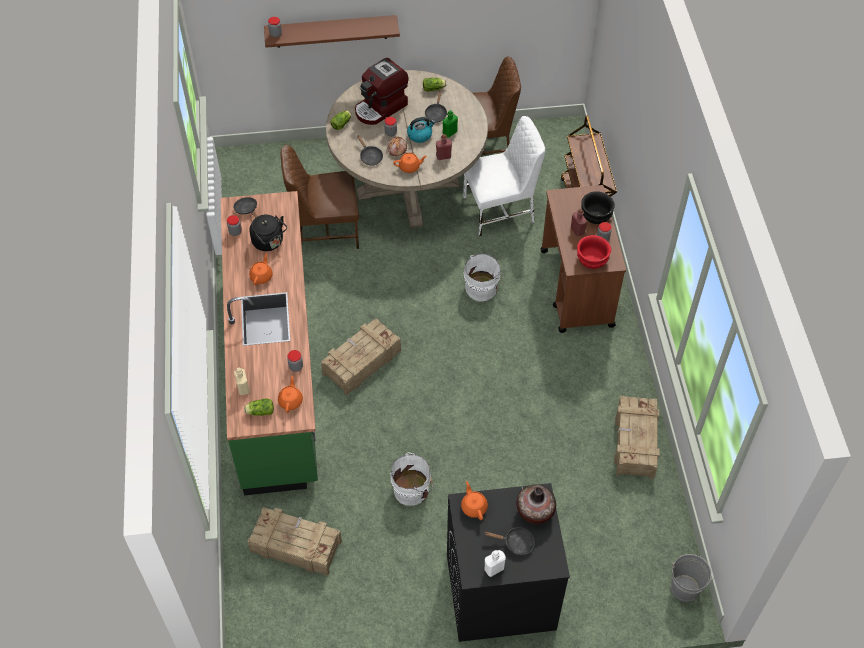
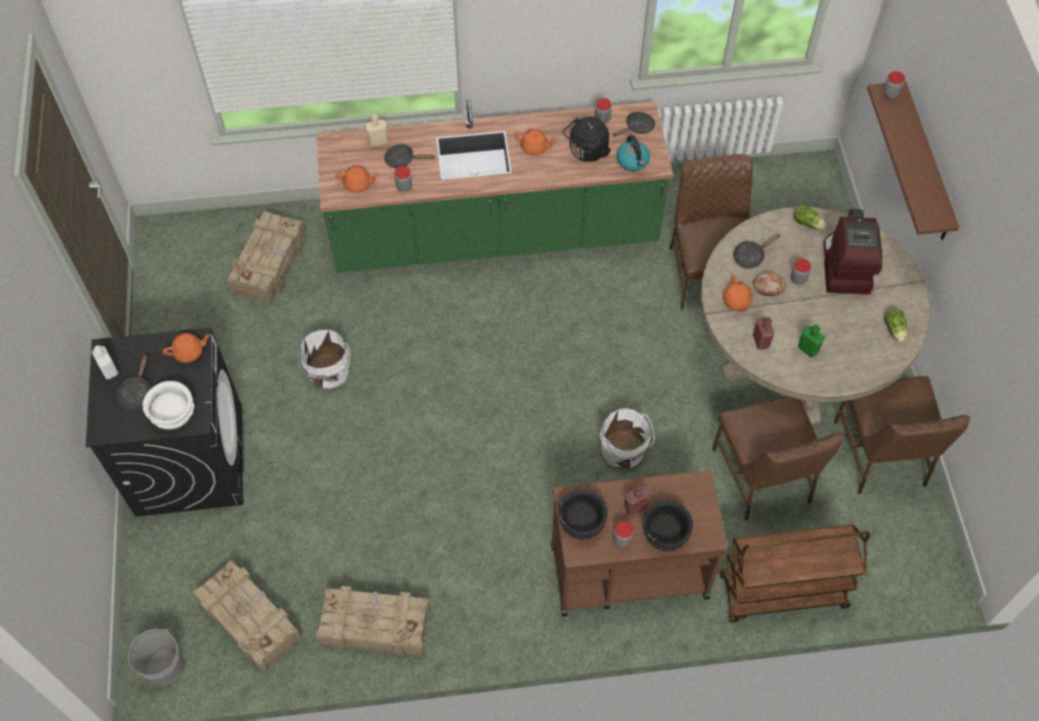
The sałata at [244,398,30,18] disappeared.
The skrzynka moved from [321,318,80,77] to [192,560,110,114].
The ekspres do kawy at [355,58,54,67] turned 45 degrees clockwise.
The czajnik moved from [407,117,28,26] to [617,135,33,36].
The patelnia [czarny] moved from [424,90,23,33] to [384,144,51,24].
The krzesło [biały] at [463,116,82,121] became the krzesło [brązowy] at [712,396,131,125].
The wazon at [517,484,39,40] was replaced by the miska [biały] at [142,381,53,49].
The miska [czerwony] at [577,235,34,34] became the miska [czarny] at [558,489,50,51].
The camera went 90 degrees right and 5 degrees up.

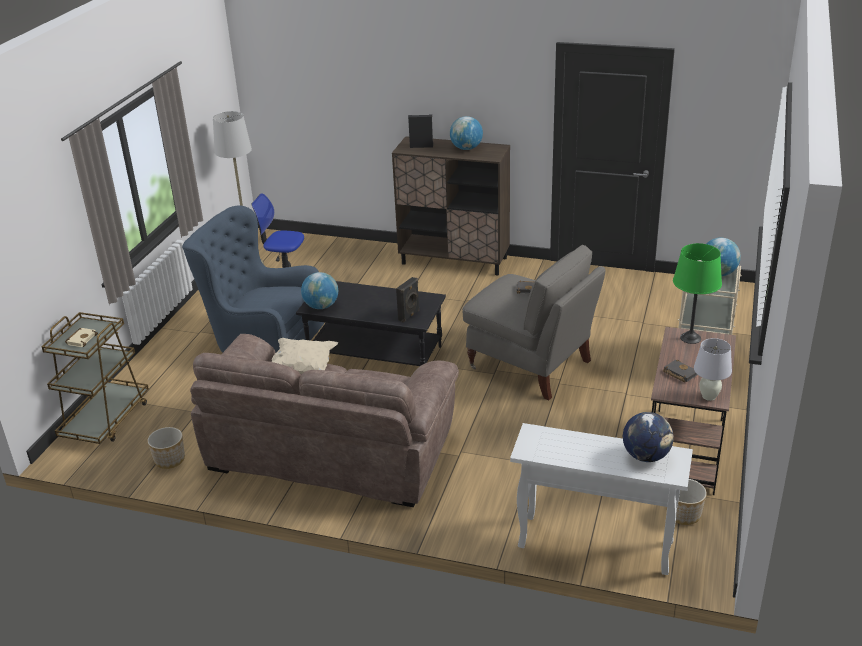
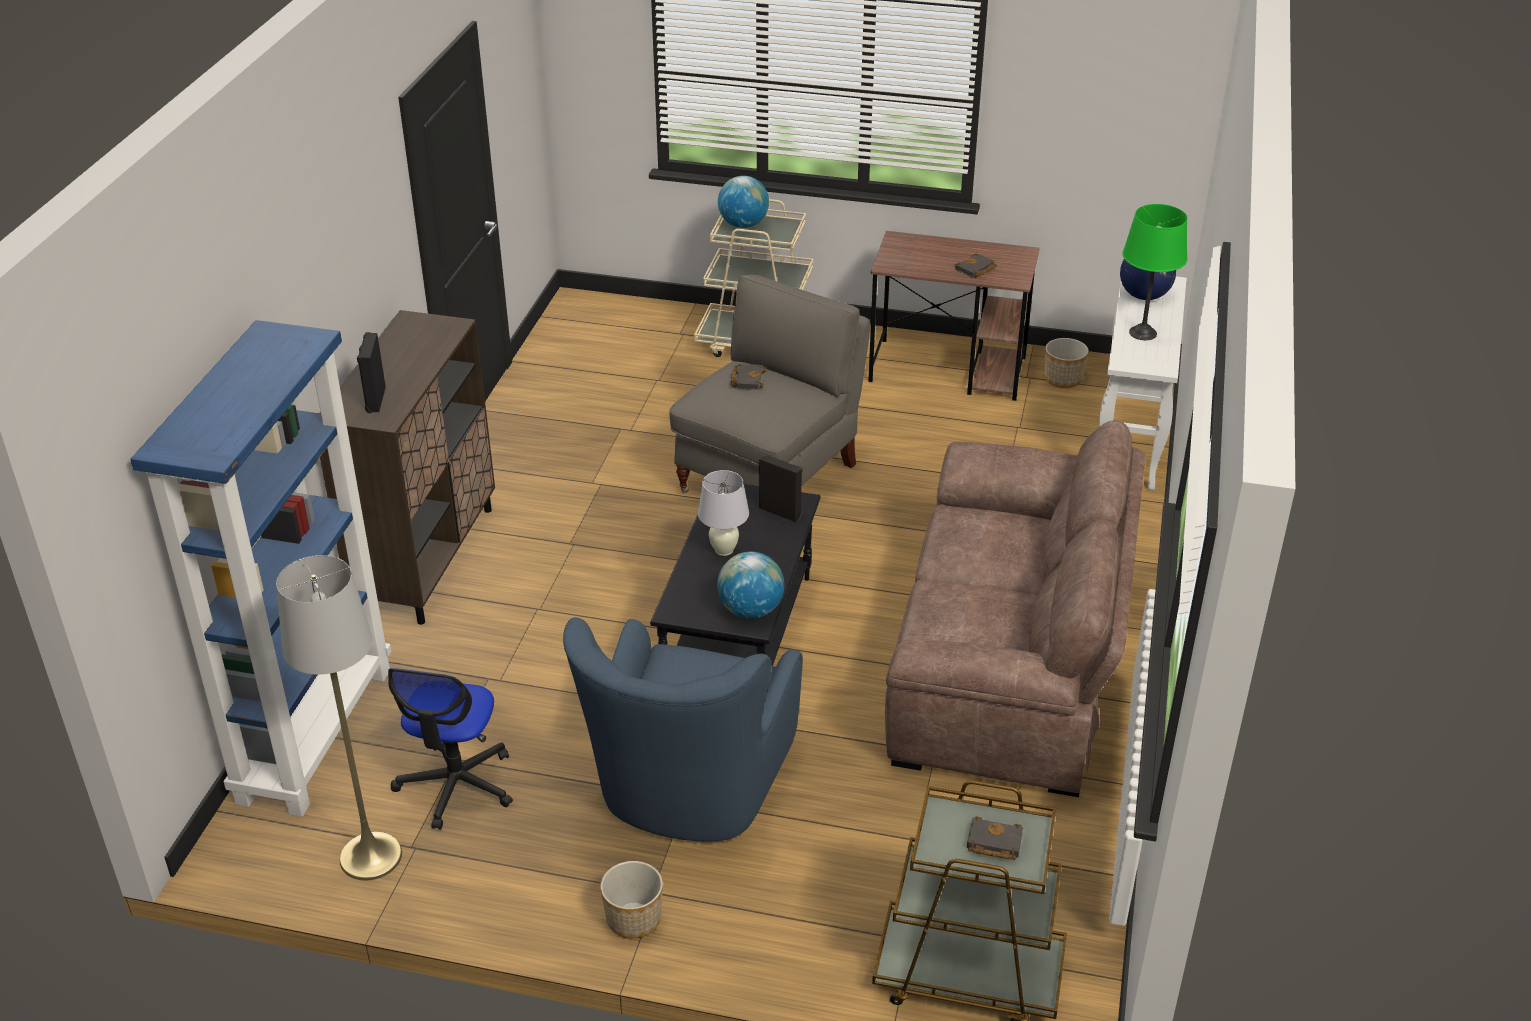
The książka [beżowy] at [65,328,33,19] became the książka [czarny] at [967,816,56,44].
The donica moved from [148,427,37,42] to [600,861,63,78].
The poduszka [beżowy] at [272,338,66,36] disappeared.
The globus at [450,116,33,34] disappeared.
The lampa stołowa [zielony] moved from [673,243,49,101] to [1122,204,65,136].
The lampa stołowa [biały] moved from [694,338,38,63] to [698,470,51,86].
The regał [niebieski] at [130,320,262,497] appeared.
The camera went 95 degrees left and 5 degrees up.

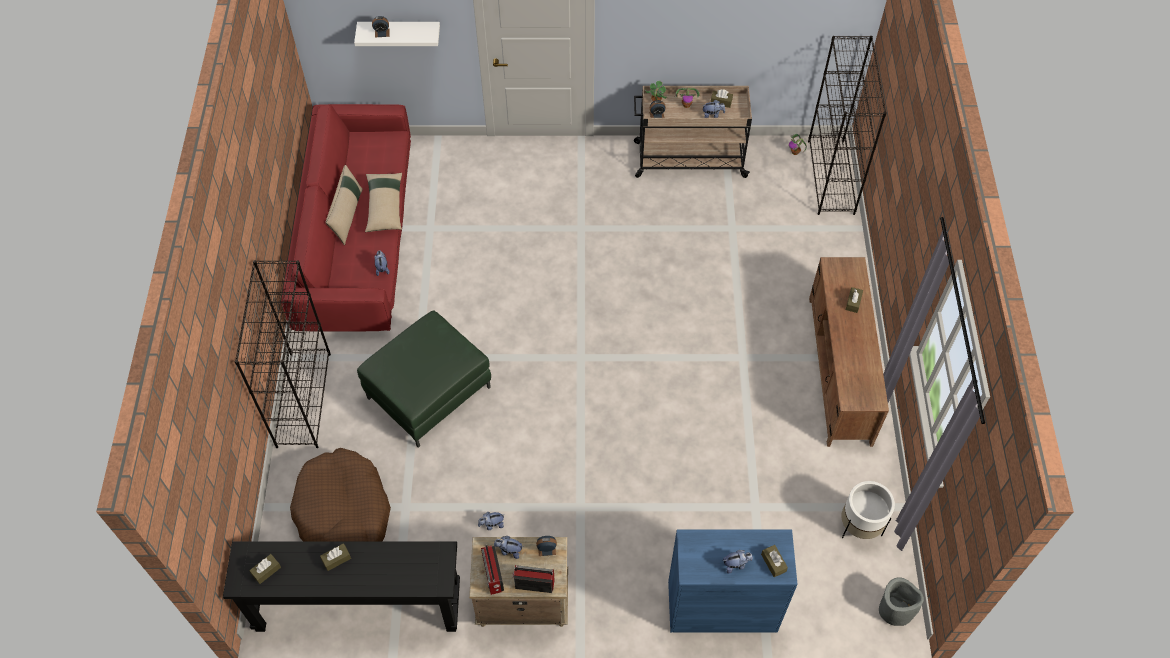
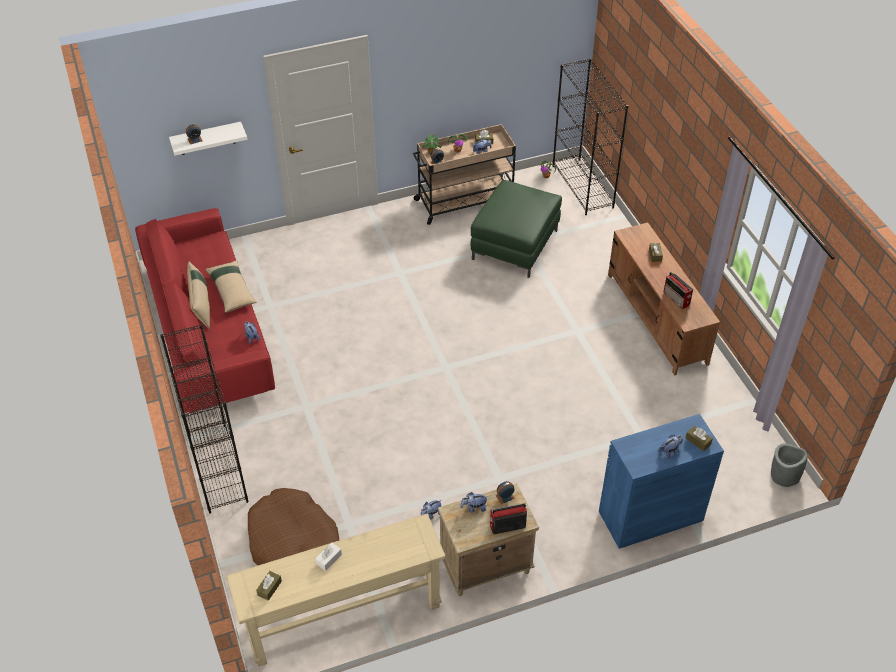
The stolik konsolowy [czarny] at [223,542,237,90] became the stolik konsolowy [beżowy] at [227,513,219,154].
The pudełko chusteczek [brązowy] at [320,543,31,28] became the pudełko chusteczek [biały] at [315,542,27,29].
The pufa [zielony] moved from [357,310,134,138] to [471,180,91,98].
The radio moved from [481,545,23,50] to [663,272,30,37].
The donica [biały] at [841,481,54,58] disappeared.
The camera went 20 degrees left and 10 degrees down.

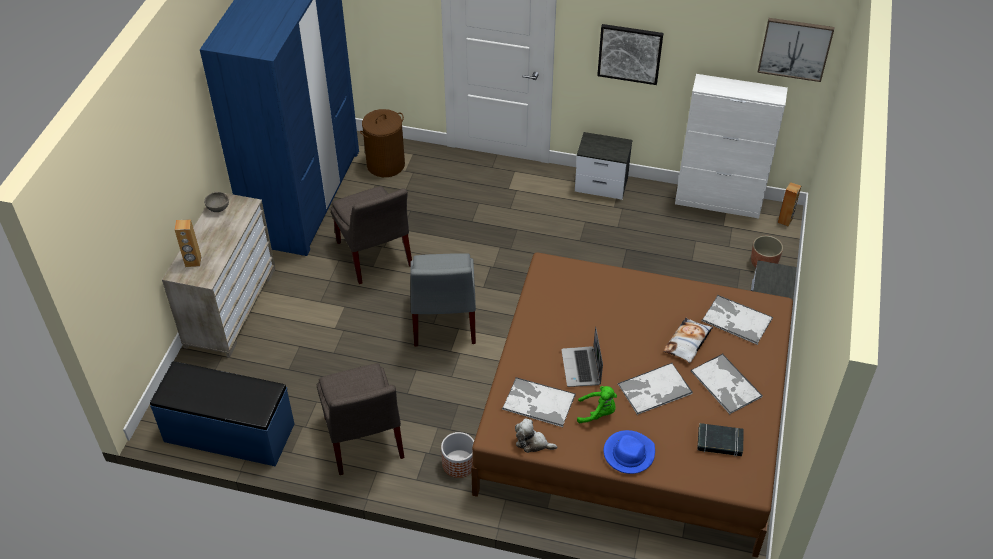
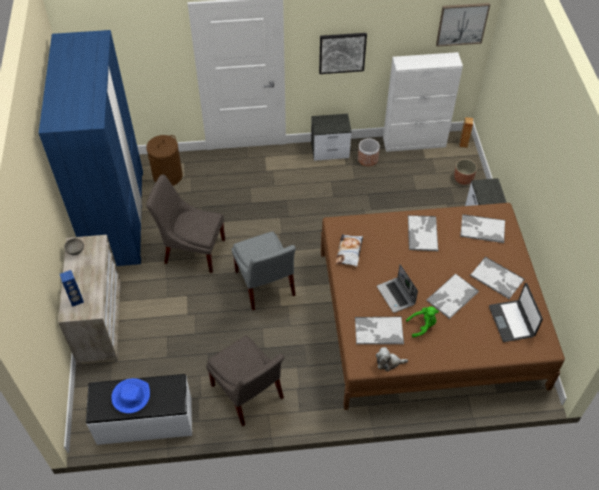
The ławka [niebieski] at [150,361,144,106] became the ławka [biały] at [86,374,106,71].
The głośnik [brązowy] at [175,219,26,48] became the głośnik [niebieski] at [60,270,24,37].
The krzesło [szary] at [330,186,82,98] turned 150 degrees clockwise.
The donica moved from [441,432,33,46] to [358,139,22,27].
The kapelusz [niebieski] moved from [604,430,51,44] to [111,378,39,36].
The poduszka moved from [663,318,50,45] to [336,234,27,33].
The książka [czarny] at [697,423,47,33] was replaced by the laptop at [489,283,54,59].
The taca at [408,215,31,36] appeared.
The camera went 20 degrees left and 5 degrees up.

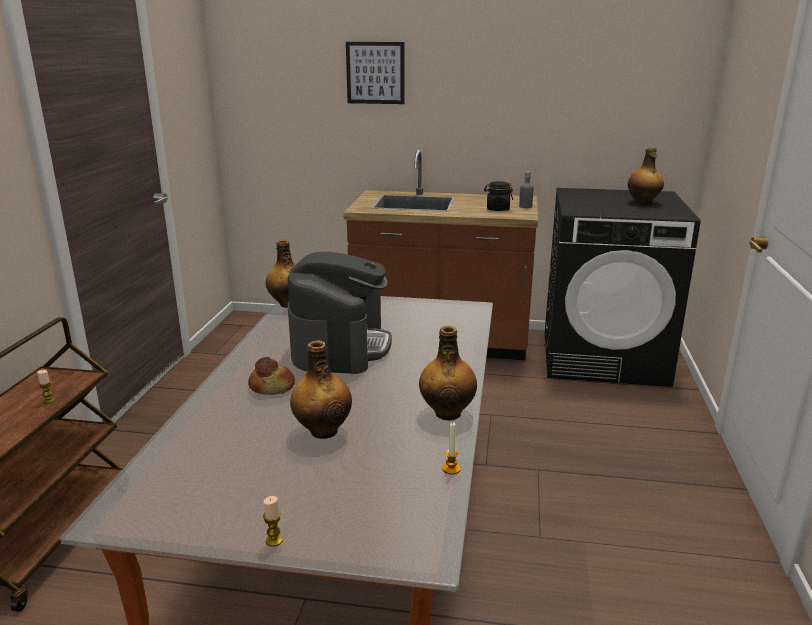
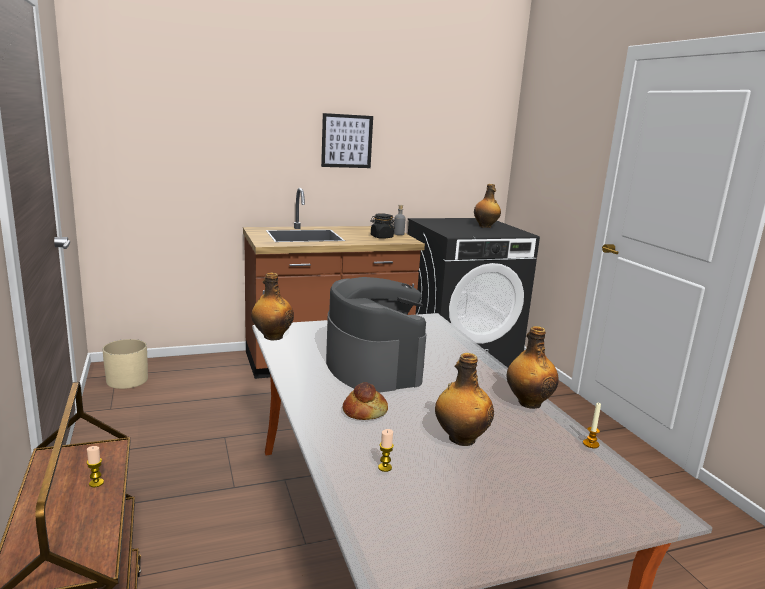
The świeca moved from [263,496,20,51] to [378,429,16,43].
The obraz moved from [346,42,58,62] to [321,113,52,55].
The donica [beżowy] at [102,339,46,50] appeared.
The camera went 30 degrees left and 5 degrees down.

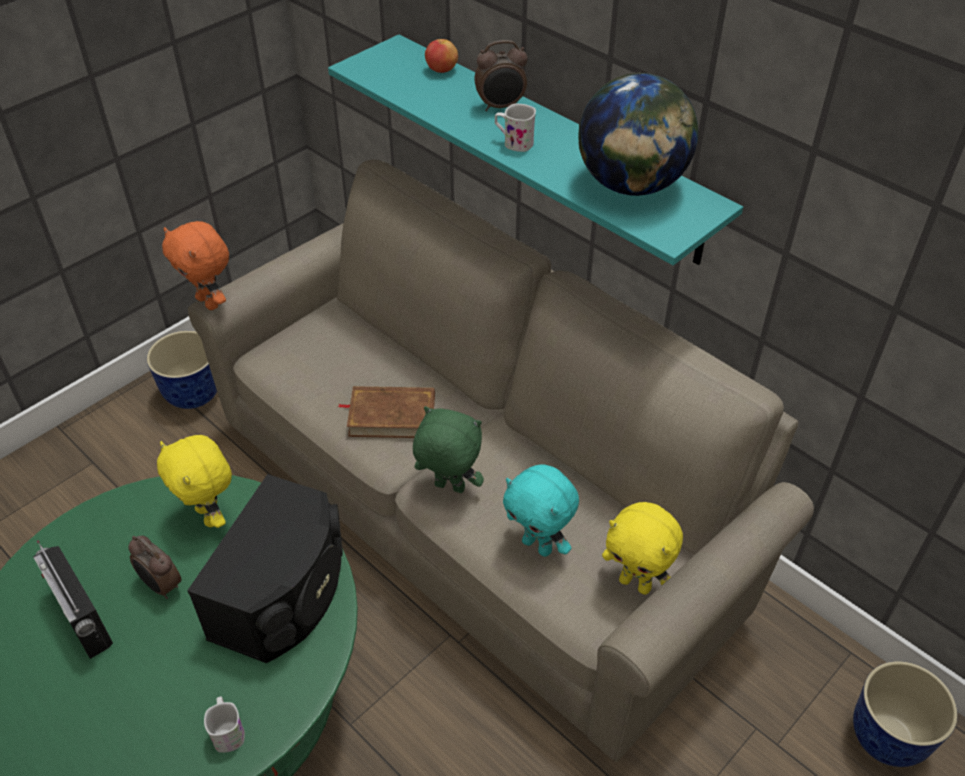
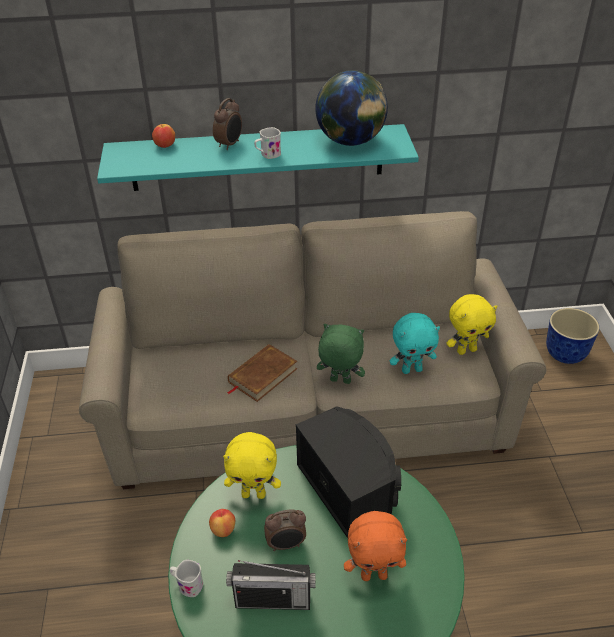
The donica at [147,331,70,78] disappeared.
The pluszak [pomarańczowy] moved from [162,221,67,89] to [344,511,63,70].
The kubek [biały] moved from [204,697,41,55] to [170,560,33,37].
The pluszak [zielony] at [413,406,71,87] turned 45 degrees clockwise.
The jabłko at [209,509,26,28] appeared.
The camera went 50 degrees left and 5 degrees down.

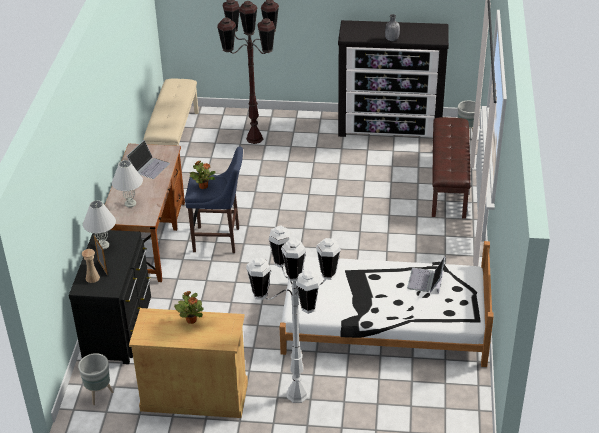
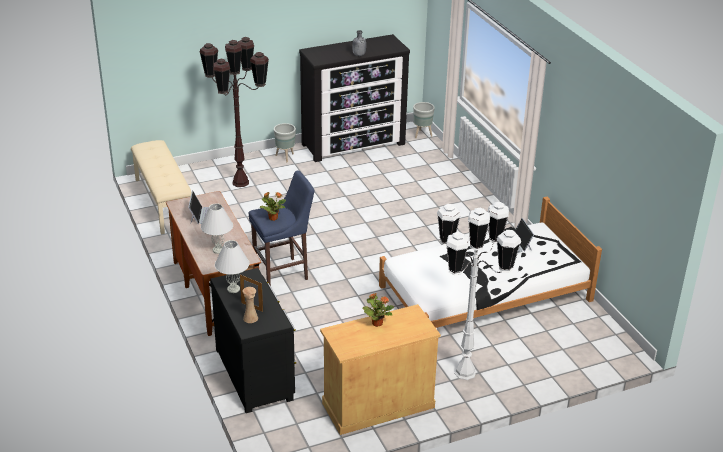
The donica [szary] moved from [78,353,35,52] to [274,123,22,40].
The ławka [brązowy] at [432,117,39,102] disappeared.
The camera went 30 degrees left and 5 degrees down.

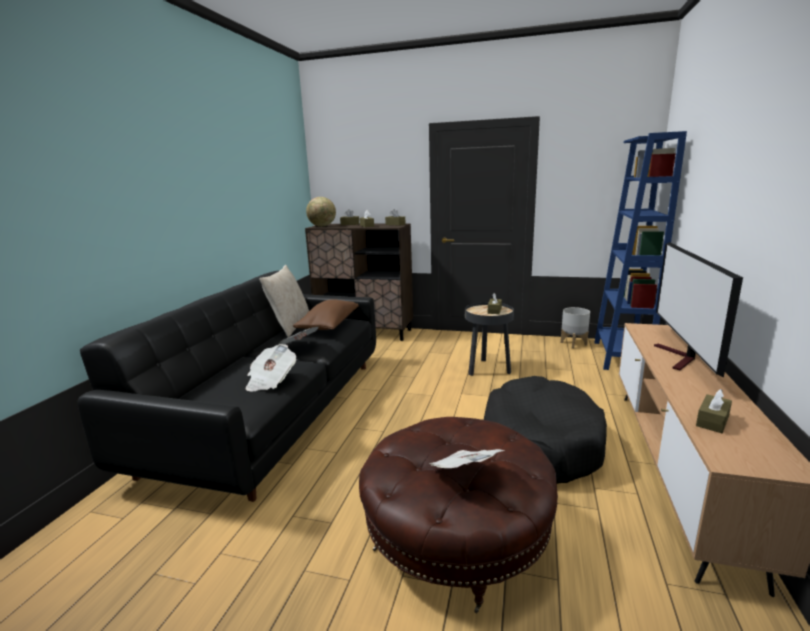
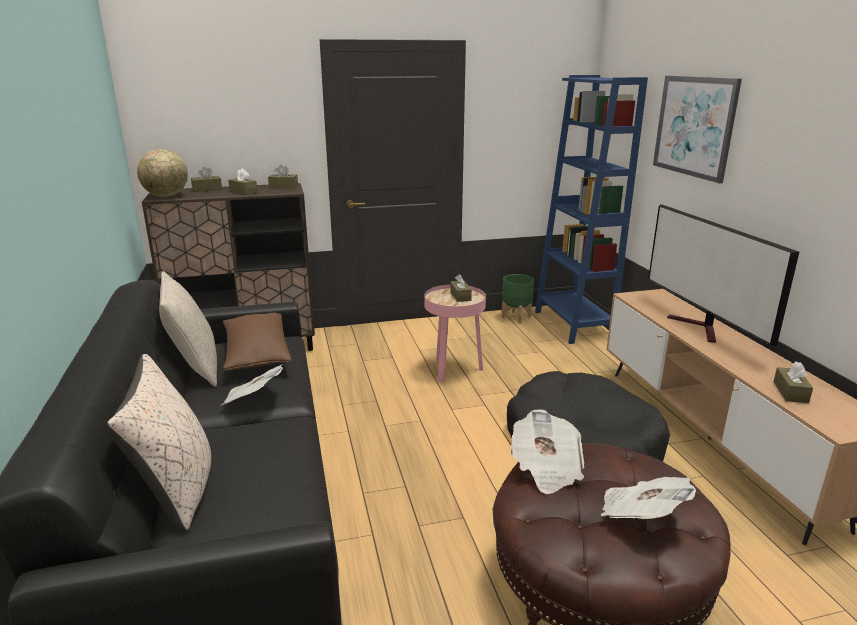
The gazeta moved from [246,344,50,47] to [510,409,74,85].
The stolik [czarny] at [465,302,49,74] became the stolik [różowy] at [424,285,62,98].
The donica [szary] at [561,307,29,41] became the donica [zielony] at [502,274,32,49].
The poduszka [beżowy] at [107,354,104,178] appeared.
The obraz at [653,76,89,107] appeared.
The camera went 30 degrees left and 5 degrees up.

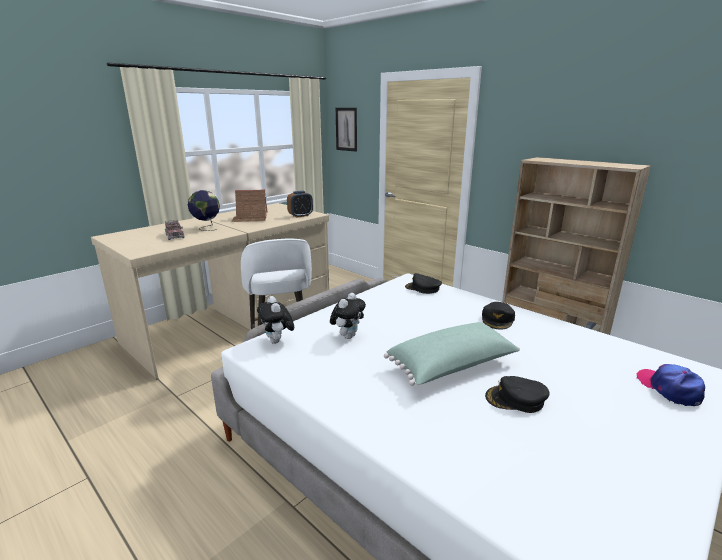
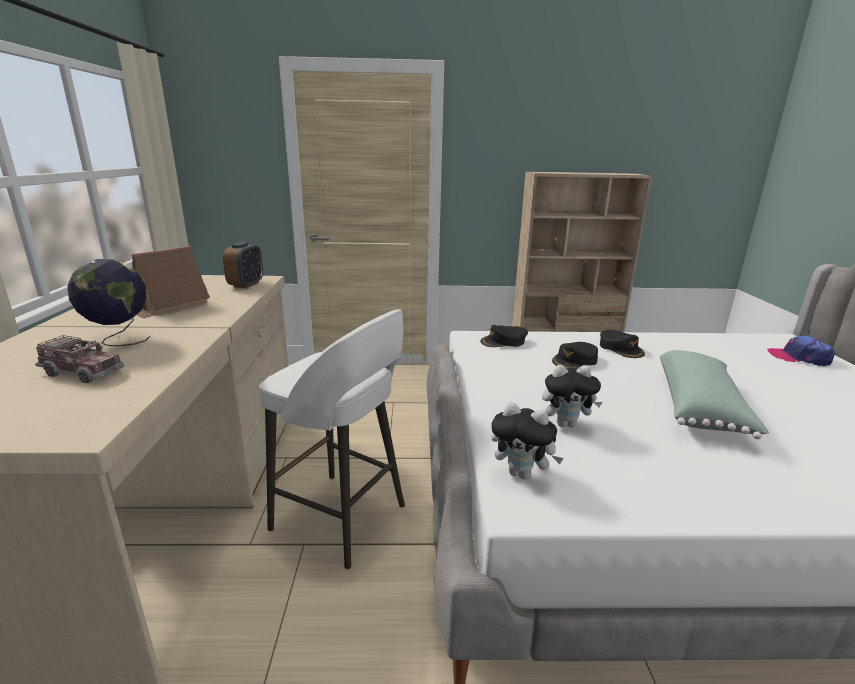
The pluszak at [330,293,36,46] turned 105 degrees clockwise.
The obraz at [336,108,21,44] disappeared.
The czapka z daszkiem [czarny] moved from [485,376,65,37] to [552,342,46,28].
The camera went 45 degrees left and 0 degrees up.

